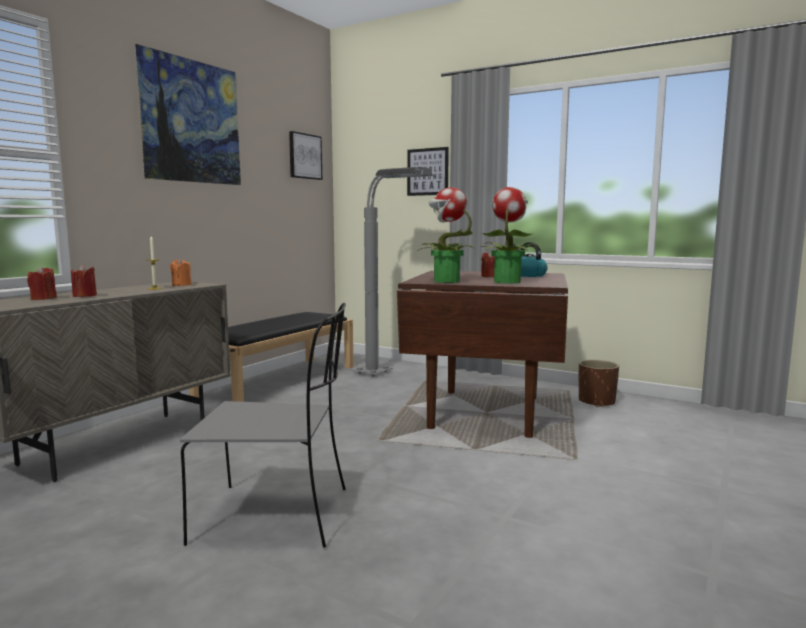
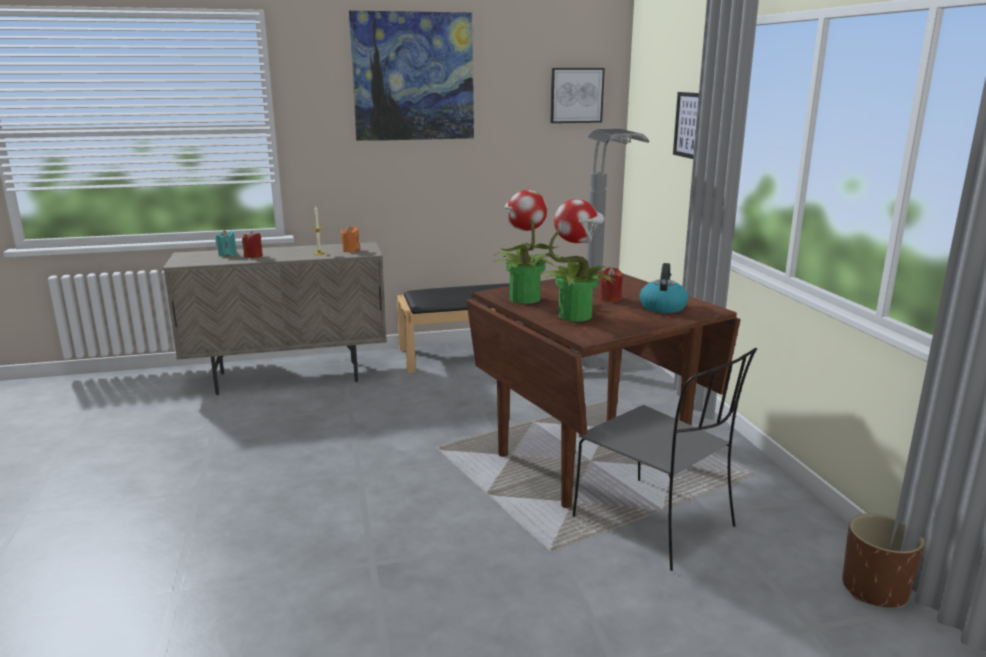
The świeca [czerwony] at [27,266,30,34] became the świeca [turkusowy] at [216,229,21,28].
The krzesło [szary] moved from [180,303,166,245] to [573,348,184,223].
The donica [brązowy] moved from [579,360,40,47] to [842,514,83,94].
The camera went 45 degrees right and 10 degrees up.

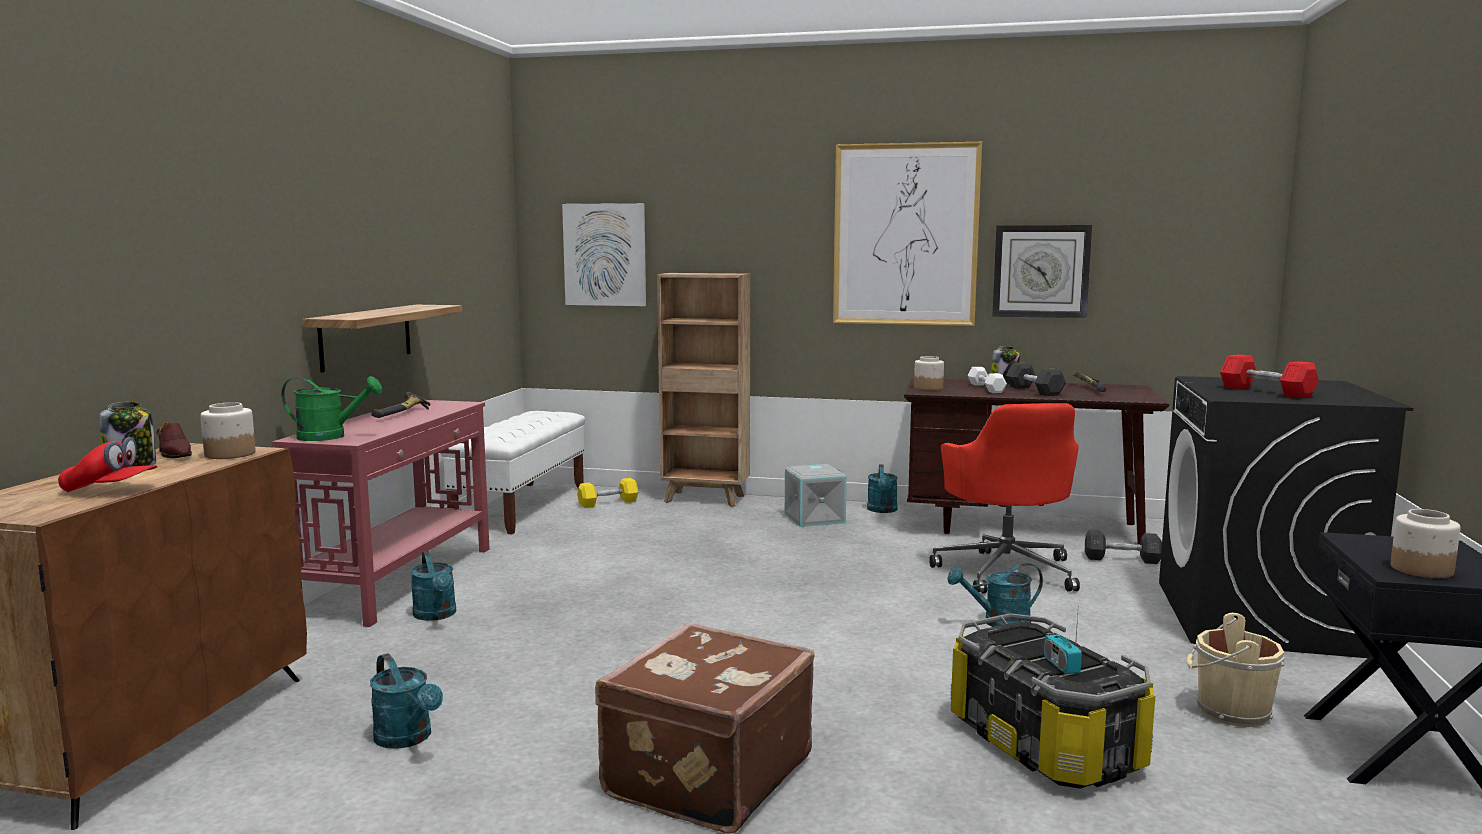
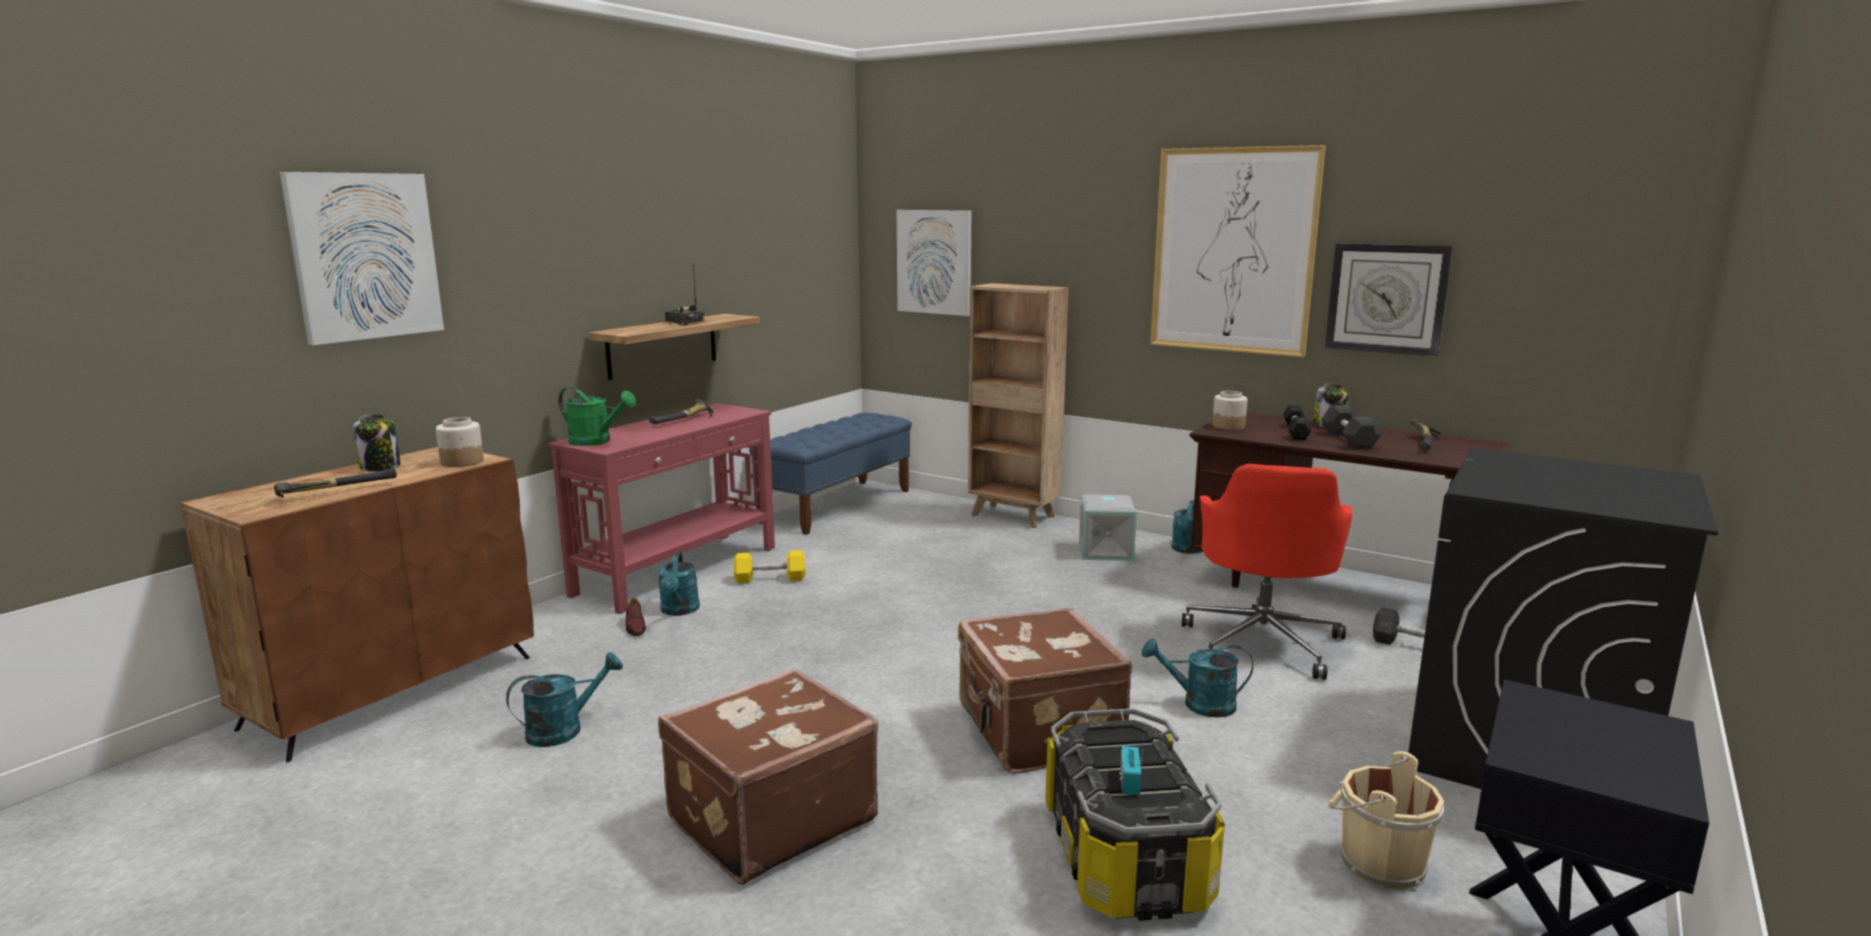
The czapka z daszkiem [czerwony] at [58,437,100,55] was replaced by the młotek at [274,468,123,30].
The but [brązowy] moved from [156,422,36,36] to [625,598,21,38].
The konewka [turkusowy] at [370,653,73,96] turned 105 degrees counterclockwise.
The ławka [biały] at [440,411,145,123] became the ławka [niebieski] at [749,412,163,123].
The hantel [żółty] moved from [577,478,61,30] to [734,550,71,33].
The hantel [biały] at [967,367,40,26] became the hantel [czarny] at [1283,405,29,35].
The hantel [czerwony] at [1220,354,99,44] disappeared.
The słoik at [1391,509,69,69] disappeared.
The obraz at [280,172,164,173] appeared.
The radio at [665,263,40,63] appeared.
The walizka [brązowy] at [958,607,174,167] appeared.
The camera went 20 degrees right and 5 degrees up.

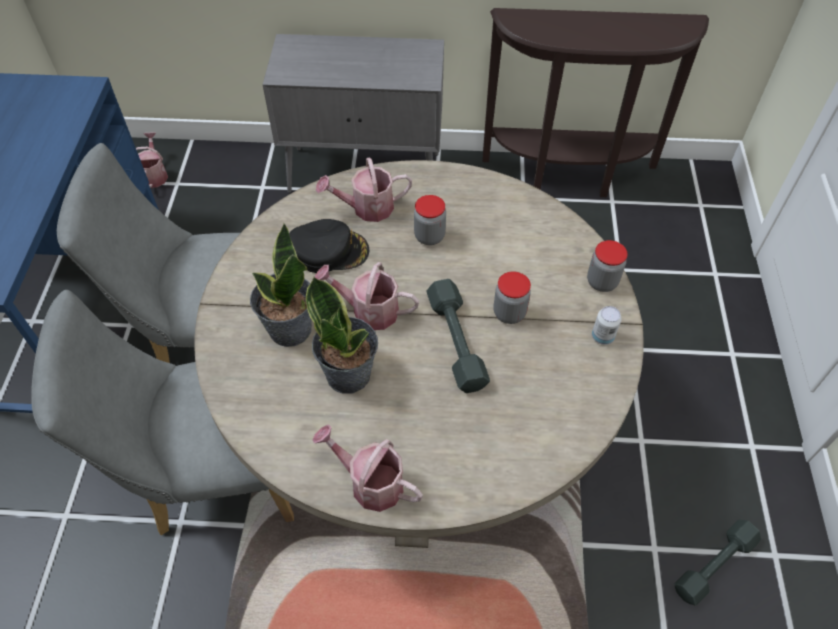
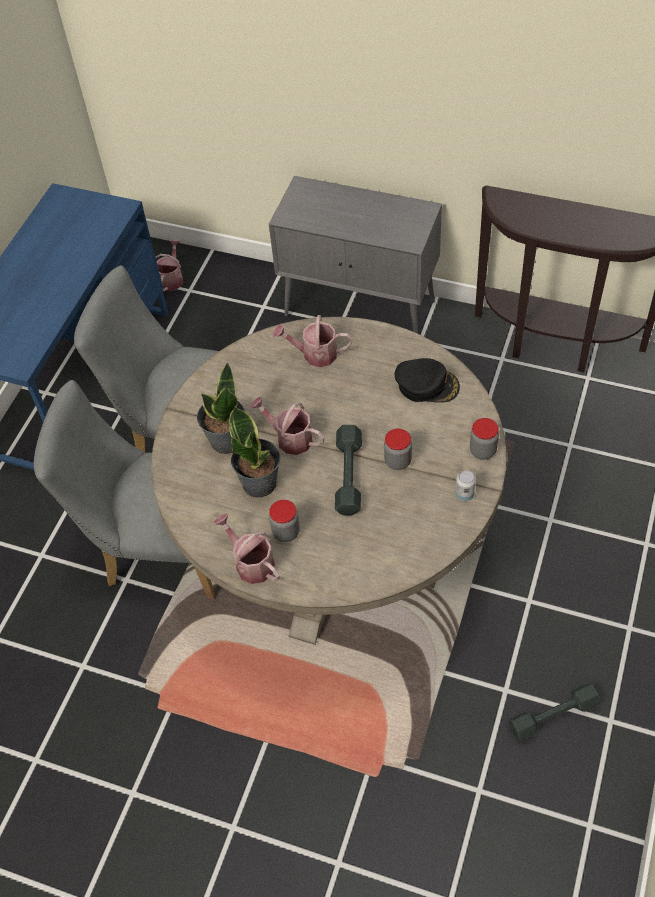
The czapka z daszkiem [czarny] moved from [289,219,80,54] to [395,358,65,45].
The słoik moved from [414,195,32,50] to [269,500,31,42].
The camera went 20 degrees right and 0 degrees up.

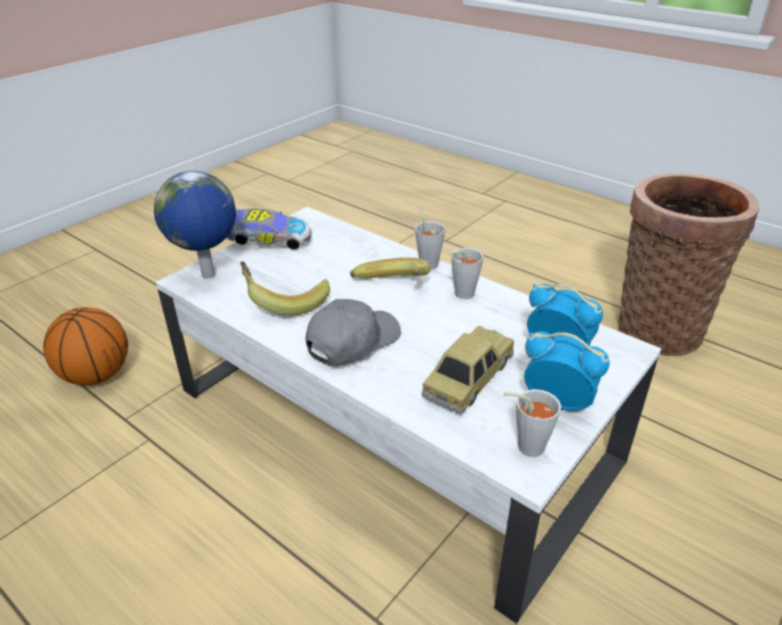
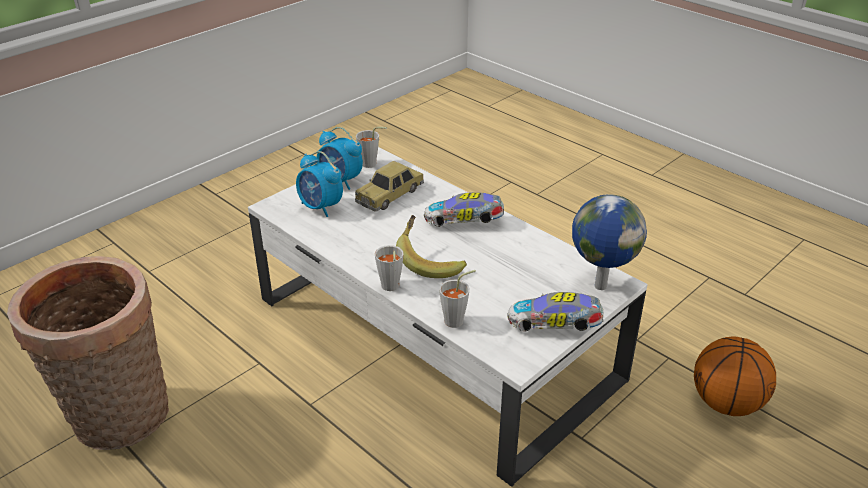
The banan at [240,261,90,54] disappeared.
The czapka z daszkiem [szary] at [305,299,96,67] was replaced by the samochodzik at [424,192,80,35].
The filiżanka [szary] moved from [448,248,36,51] to [439,270,37,58].
The camera went 175 degrees left and 0 degrees up.

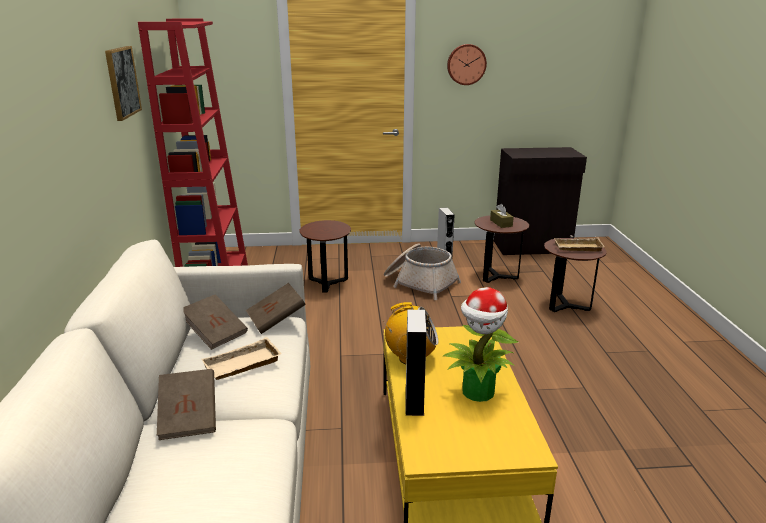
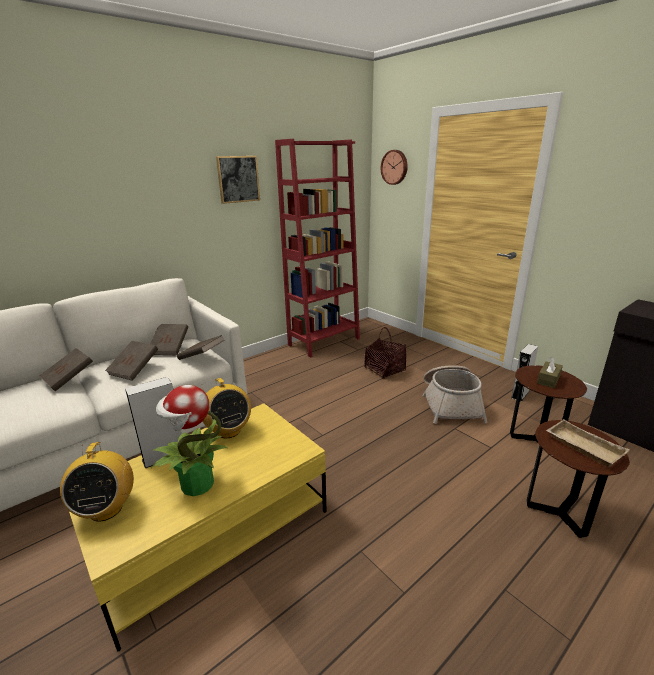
The taca [beżowy] at [201,337,81,43] was replaced by the książka [brązowy] at [105,341,53,40].
The stolik [brązowy] at [299,220,52,73] was replaced by the koszyk at [364,327,42,52].
The zegar ścienny moved from [447,44,40,41] to [381,150,27,35].
The radio at [60,442,74,80] appeared.
The camera went 55 degrees right and 0 degrees up.

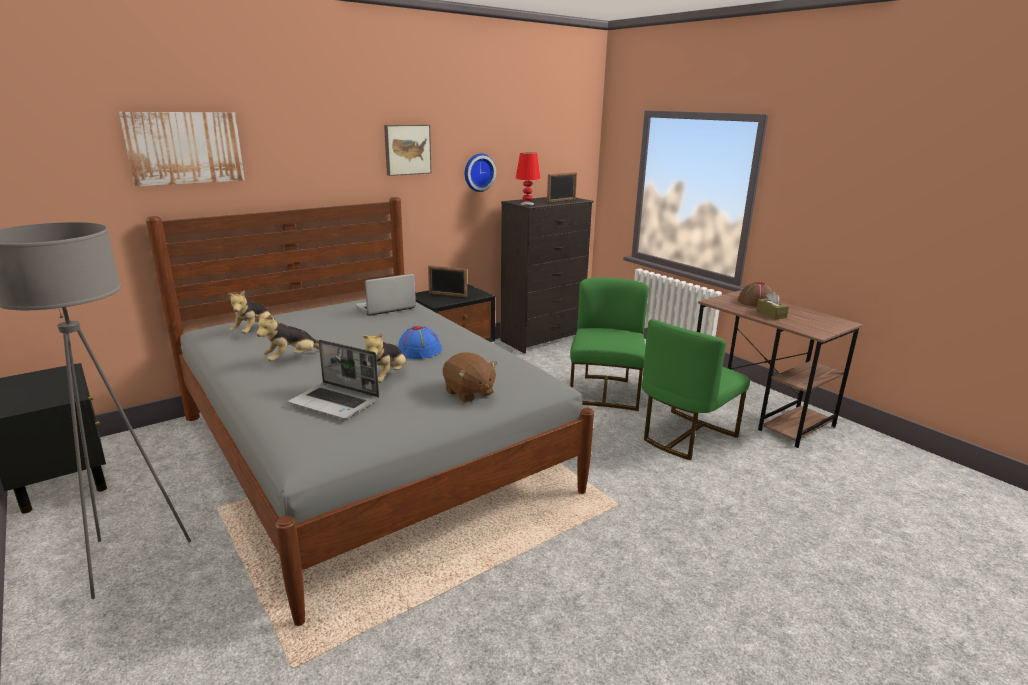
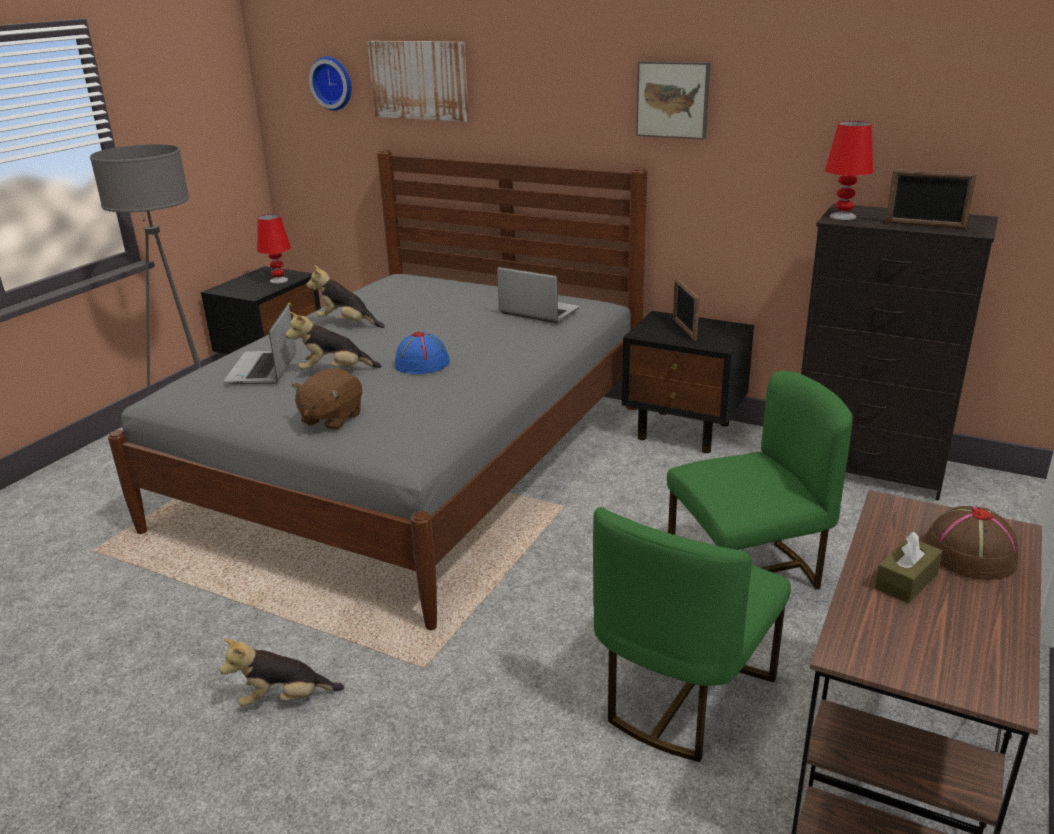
The pluszak moved from [228,291,47,43] to [220,639,124,67].
The zegar ścienny moved from [465,153,31,39] to [309,56,43,55].
The krzesło [zielony] at [642,319,108,141] turned 75 degrees counterclockwise.
The lampa stołowa [czerwony] at [257,214,34,70] appeared.
The camera went 65 degrees right and 5 degrees up.

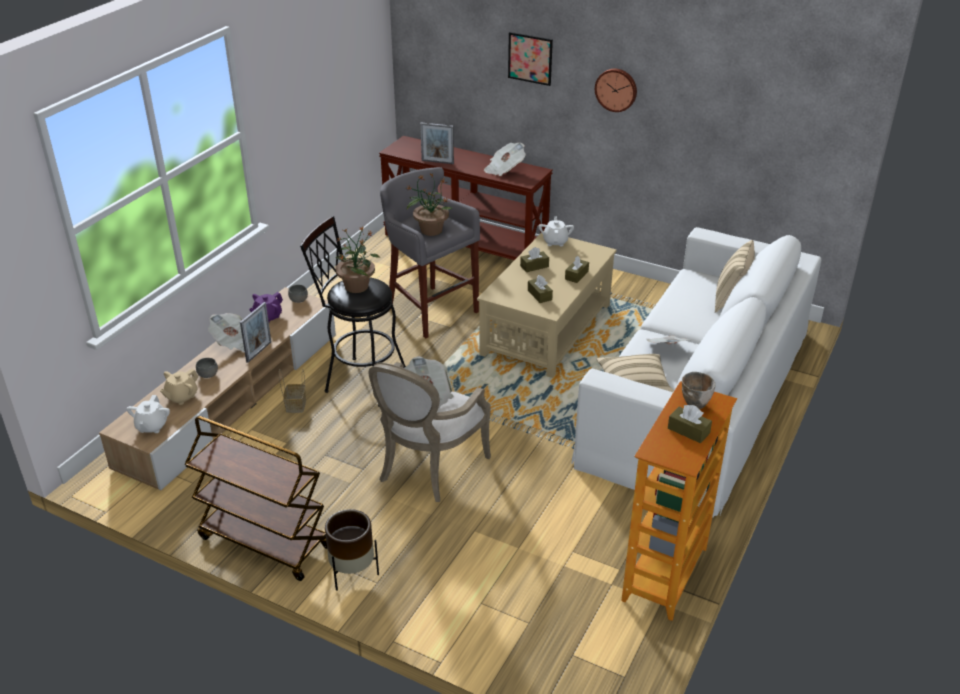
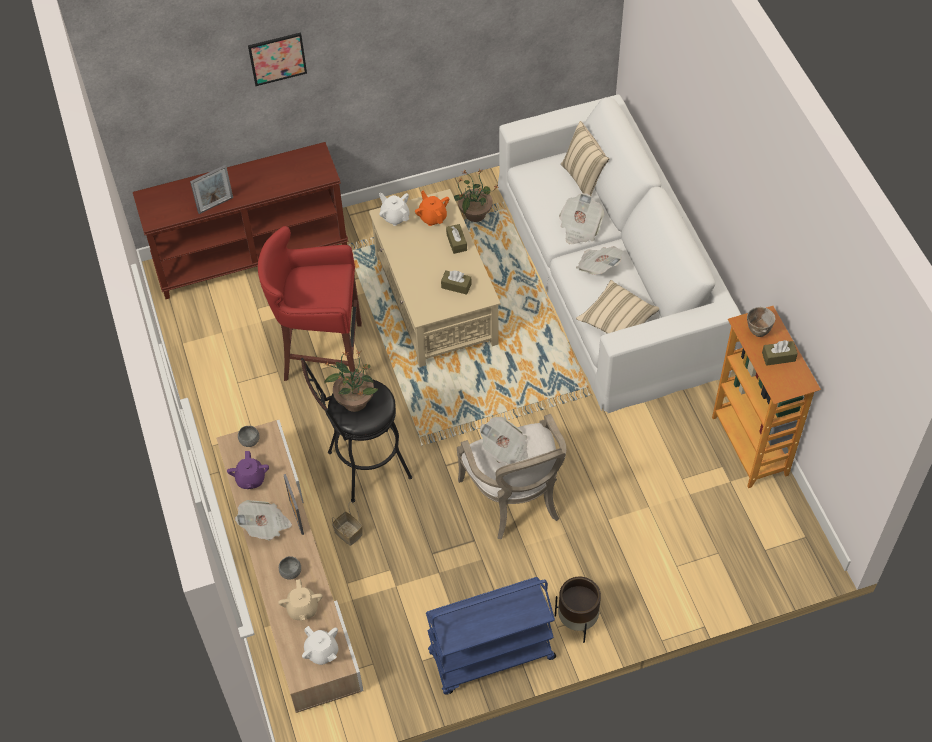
The wózek [brązowy] at [184,416,143,165] became the wózek [niebieski] at [426,577,130,118].
The stołek [szary] at [380,167,100,171] became the stołek [czerwony] at [258,226,104,155].
The roślina doniczkowa moved from [406,173,46,63] to [454,169,44,53].
The gazeta moved from [484,143,42,33] to [559,193,45,51].
The pudełko chusteczek [brązowy] at [520,247,29,25] disappeared.
The zegar ścienny at [595,69,42,43] disappeared.
The imbryk [pomarańczowy] at [415,191,34,35] appeared.
The camera went 45 degrees left and 20 degrees up.

